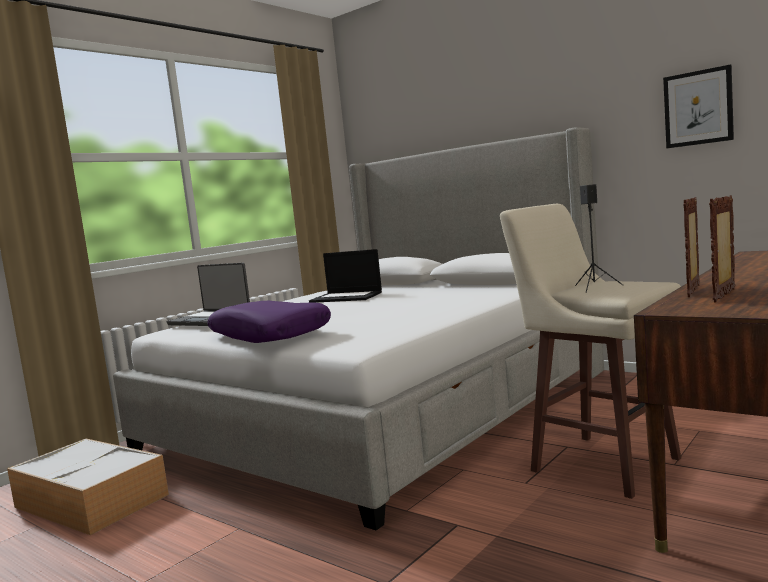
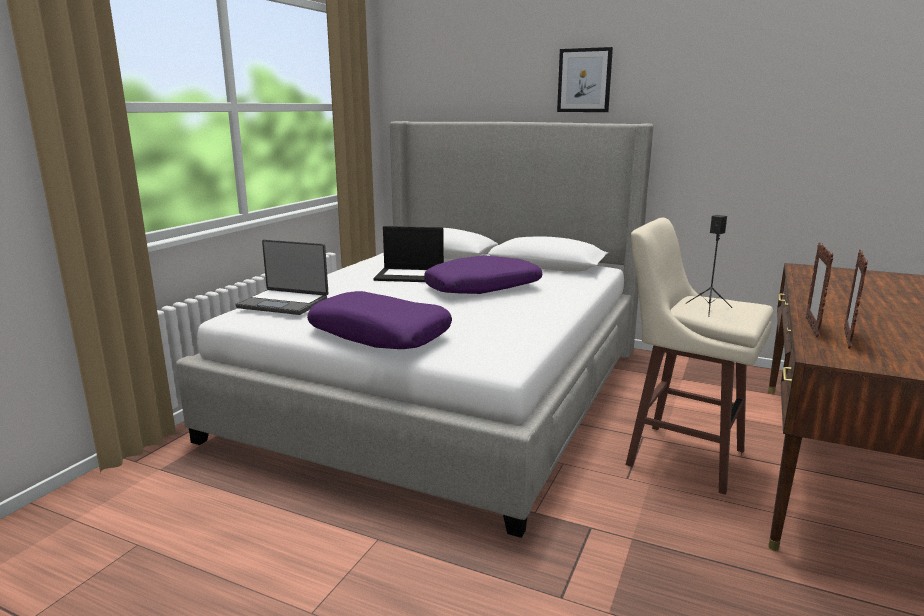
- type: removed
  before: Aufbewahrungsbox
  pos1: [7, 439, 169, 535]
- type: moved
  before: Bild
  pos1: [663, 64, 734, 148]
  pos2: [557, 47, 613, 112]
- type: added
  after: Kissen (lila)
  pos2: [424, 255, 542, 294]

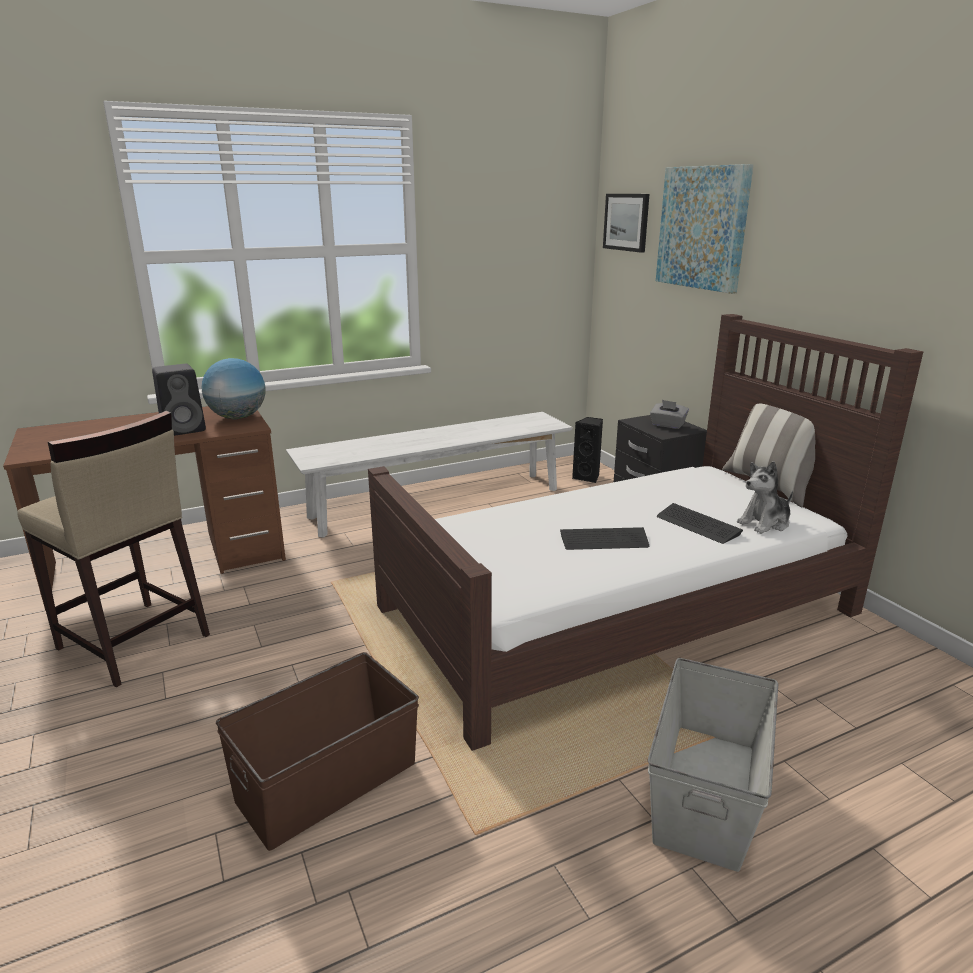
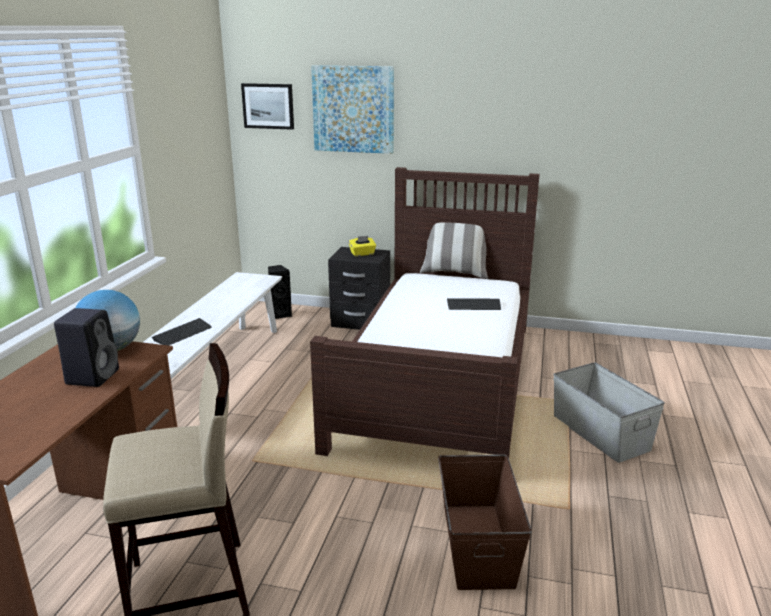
- type: moved
  before: Tastatur
  pos1: [560, 527, 649, 550]
  pos2: [152, 318, 212, 345]
- type: recoloured
  before: Taschentuchbox (grau)
  after: Taschentuchbox (gelb)
  pos1: [650, 400, 689, 429]
  pos2: [349, 236, 376, 256]
- type: removed
  before: Plüschtier
  pos1: [737, 461, 793, 534]

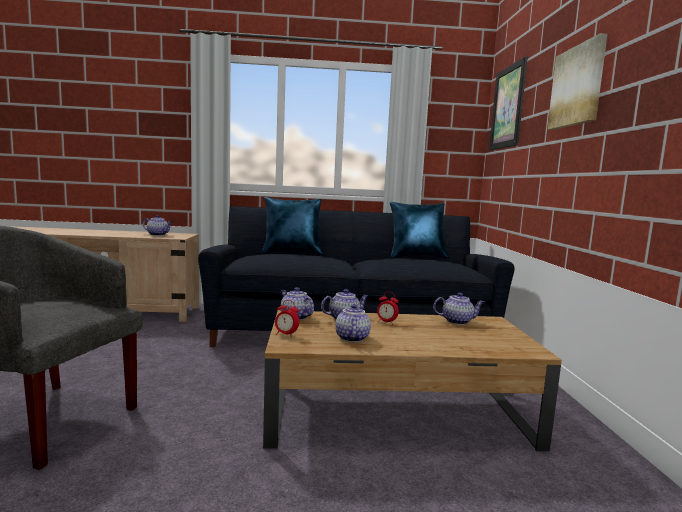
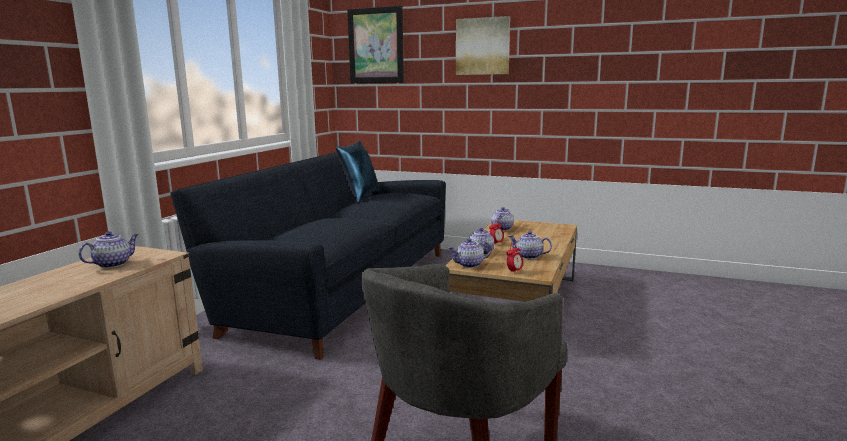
- type: removed
  before: Kissen (blau)
  pos1: [262, 197, 323, 255]

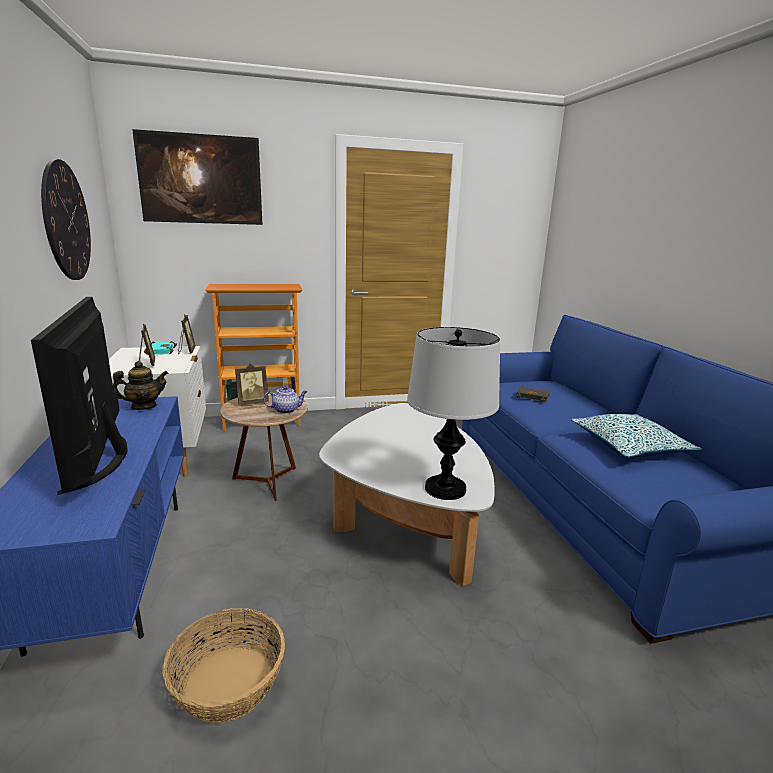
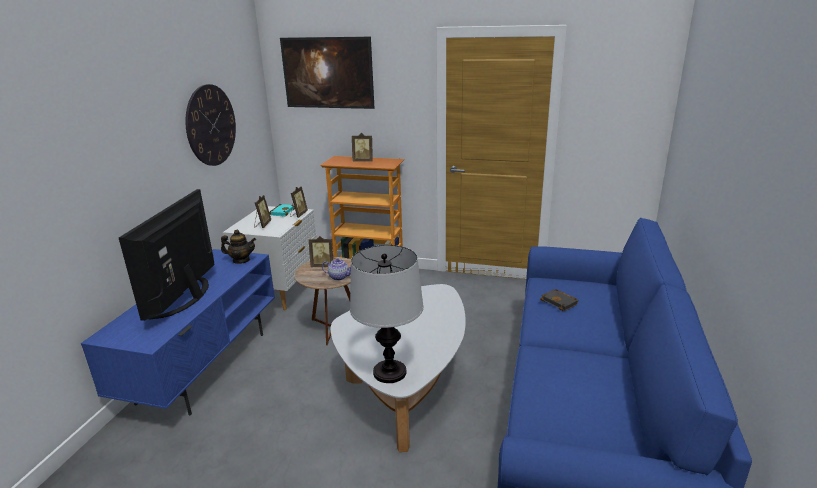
- type: removed
  before: Korb
  pos1: [162, 608, 285, 723]
- type: removed
  before: Kissen
  pos1: [571, 414, 702, 458]
- type: added
  after: Bilderrahmen
  pos2: [352, 133, 373, 162]

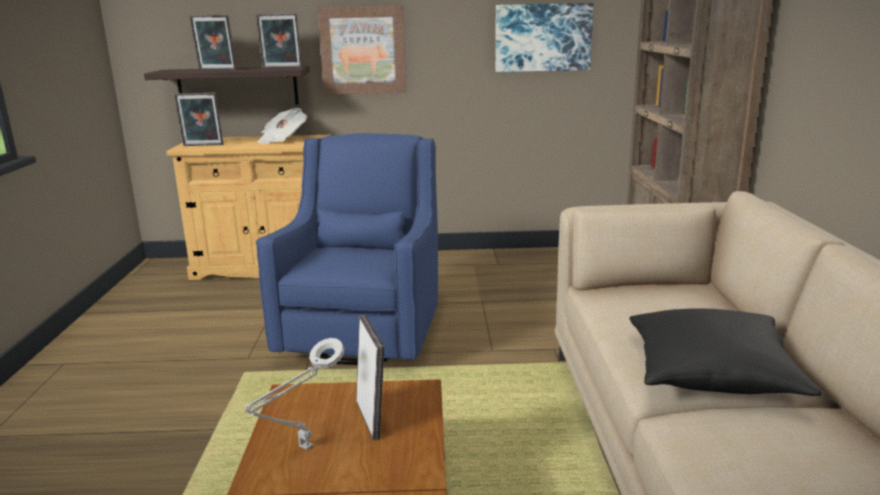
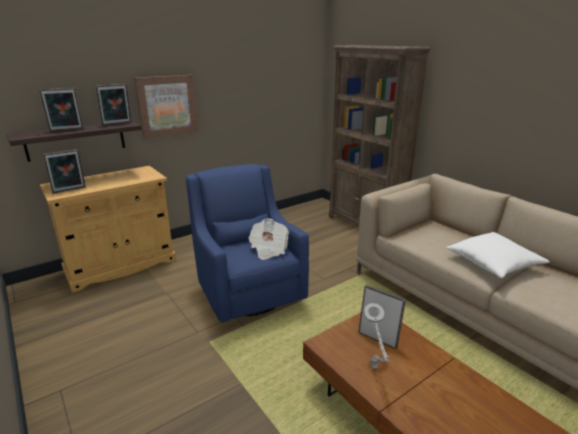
- type: moved
  before: Zeitung
  pos1: [257, 108, 307, 144]
  pos2: [248, 219, 289, 260]
- type: removed
  before: Bild
  pos1: [495, 3, 593, 72]
- type: recoloured
  before: Kissen (schwarz)
  after: Kissen (weiß)
  pos1: [629, 308, 821, 396]
  pos2: [446, 232, 550, 278]

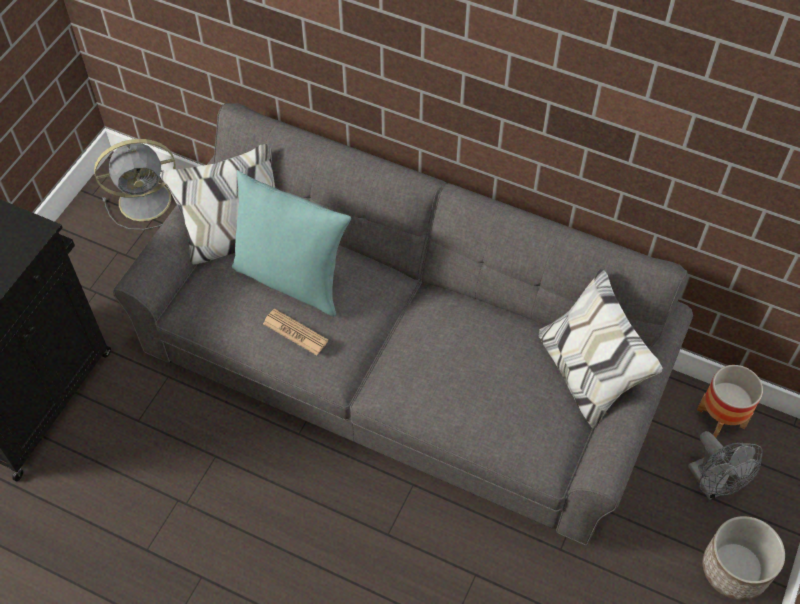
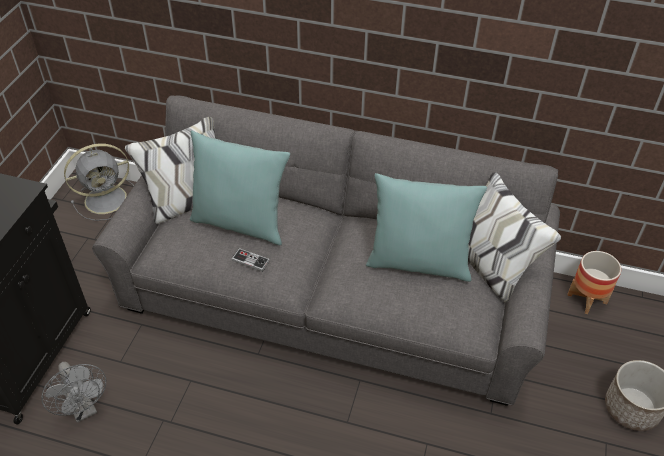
- type: replaced
  before: Zeitung
  after: Gamepad
  pos1: [263, 308, 329, 355]
  pos2: [231, 248, 270, 272]
- type: moved
  before: Ventilator (grau)
  pos1: [688, 431, 763, 500]
  pos2: [41, 362, 106, 423]
- type: added
  after: Kissen (türkis)
  pos2: [366, 173, 487, 282]

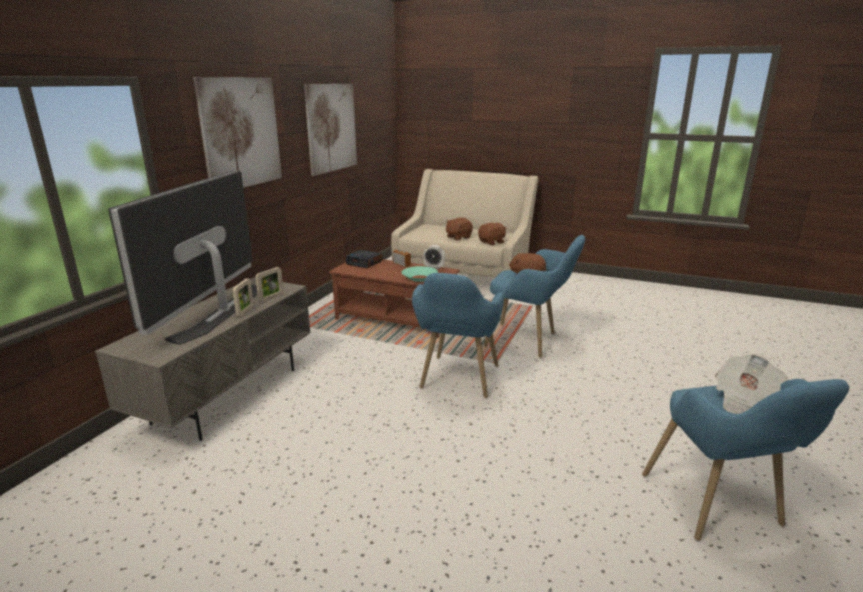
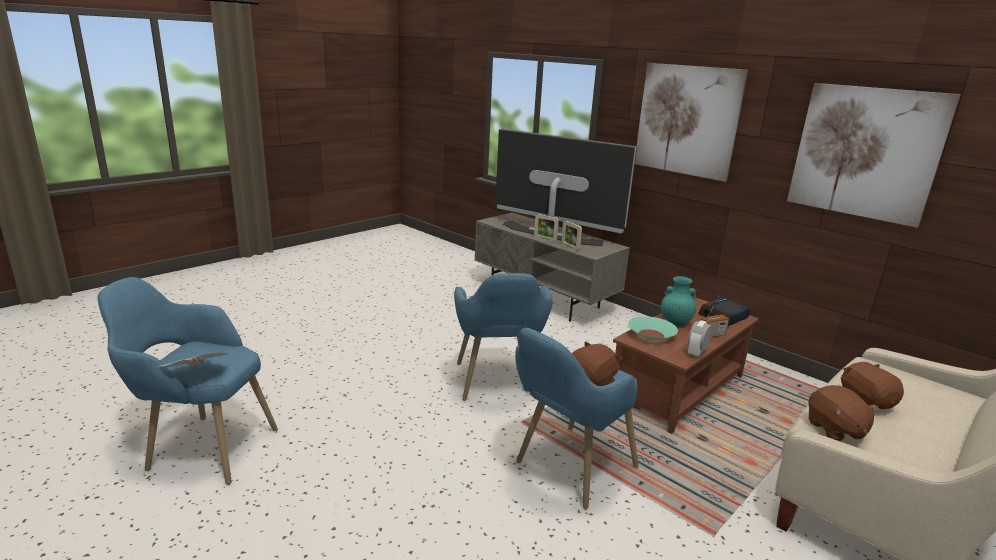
- type: turned
  before: Sessel (blau)
  pos1: [412, 273, 504, 398]
  pos2: [454, 273, 553, 401]
  turn: -135
- type: added
  after: Vase (türkis)
  pos2: [661, 276, 696, 326]

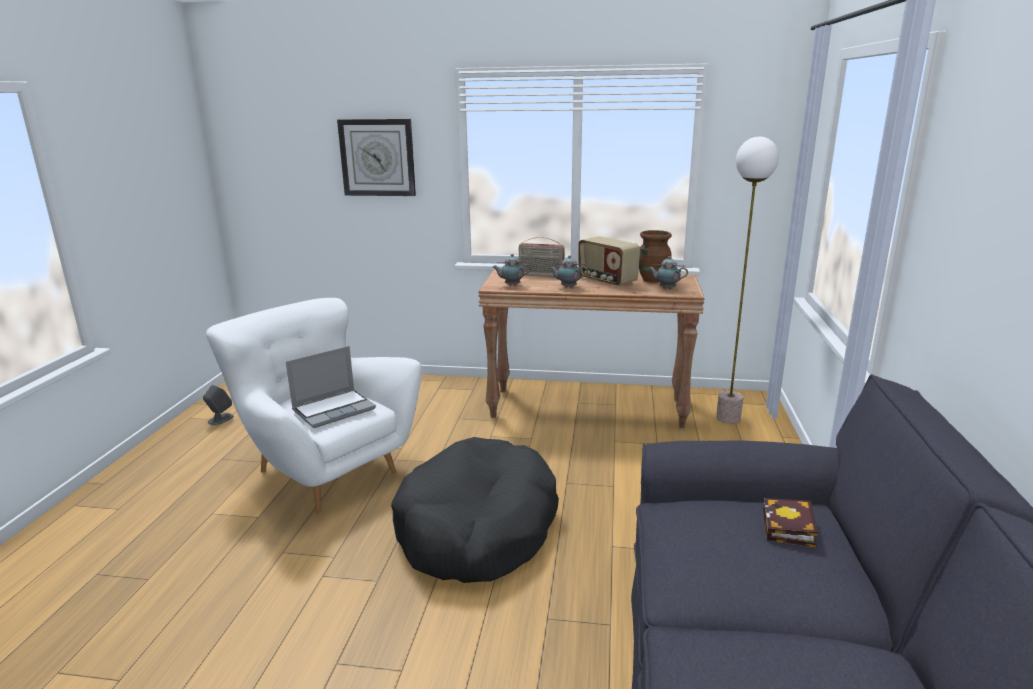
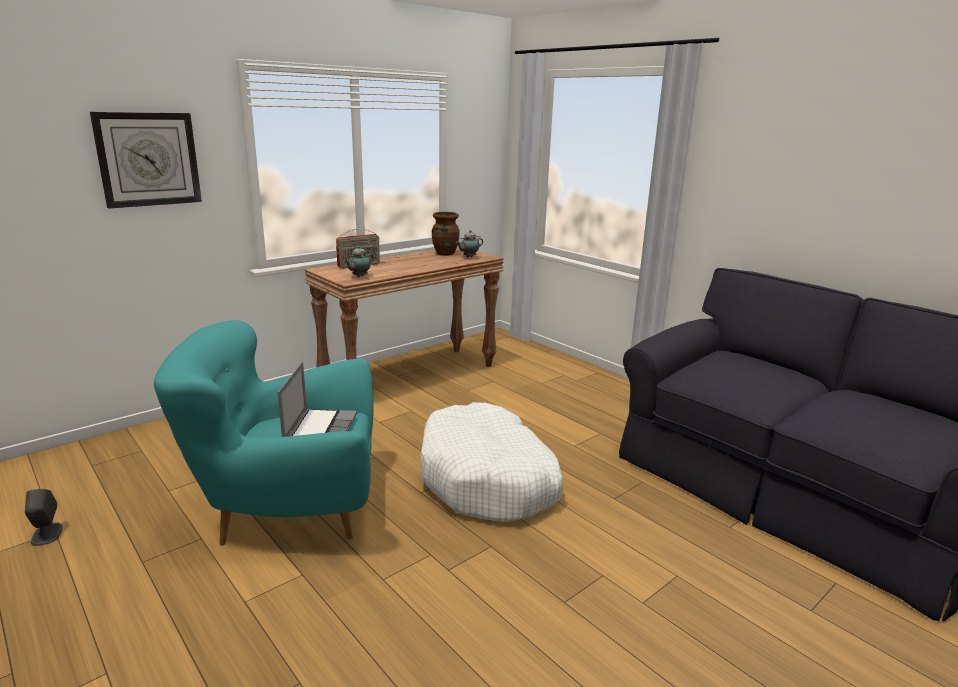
- type: recoloured
  before: Sessel (weiß)
  after: Sessel (türkis)
  pos1: [206, 298, 421, 513]
  pos2: [154, 320, 374, 546]
- type: recoloured
  before: Hundebett (schwarz)
  after: Hundebett (weiß)
  pos1: [391, 437, 559, 583]
  pos2: [420, 402, 563, 522]
- type: removed
  before: Teekanne
  pos1: [549, 255, 588, 288]
- type: removed
  before: Radio
  pos1: [578, 236, 640, 287]
- type: removed
  before: Stehlampe
  pos1: [716, 136, 779, 424]
- type: removed
  before: Buch
  pos1: [763, 498, 818, 548]

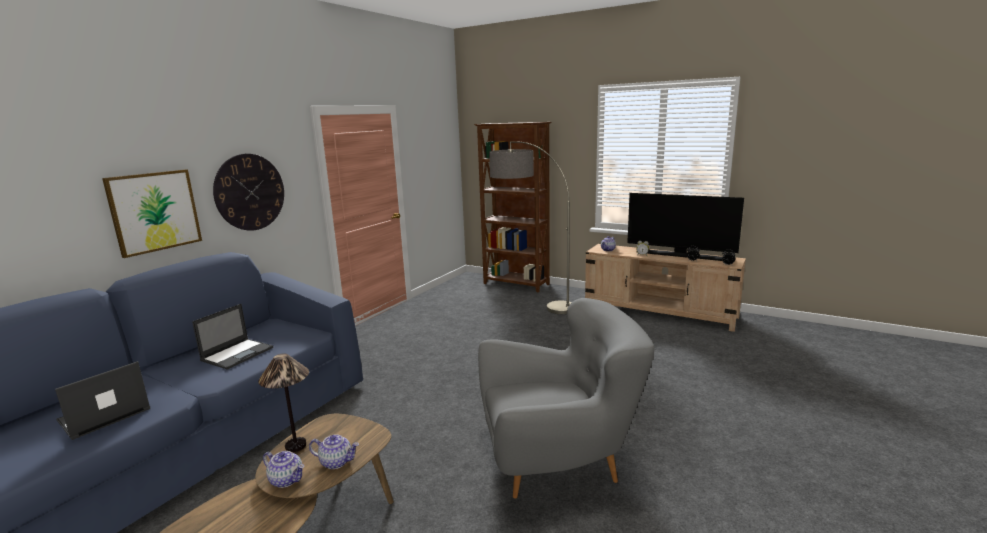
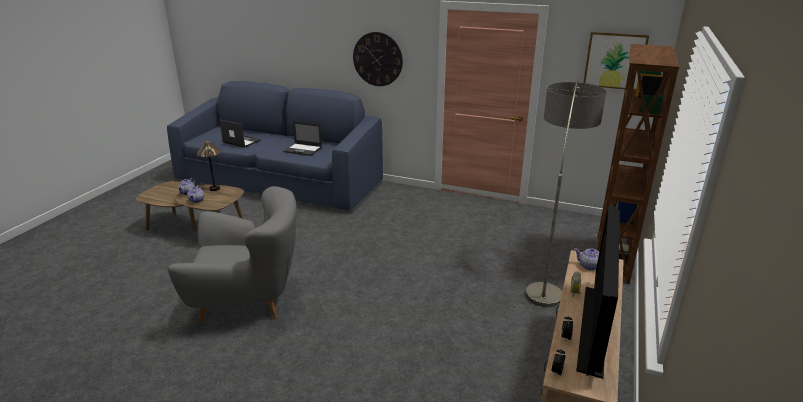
- type: moved
  before: Bild
  pos1: [102, 169, 202, 258]
  pos2: [583, 32, 649, 90]
- type: turned
  before: Sessel (grau)
  pos1: [478, 298, 654, 499]
  pos2: [168, 186, 297, 323]
  turn: -75

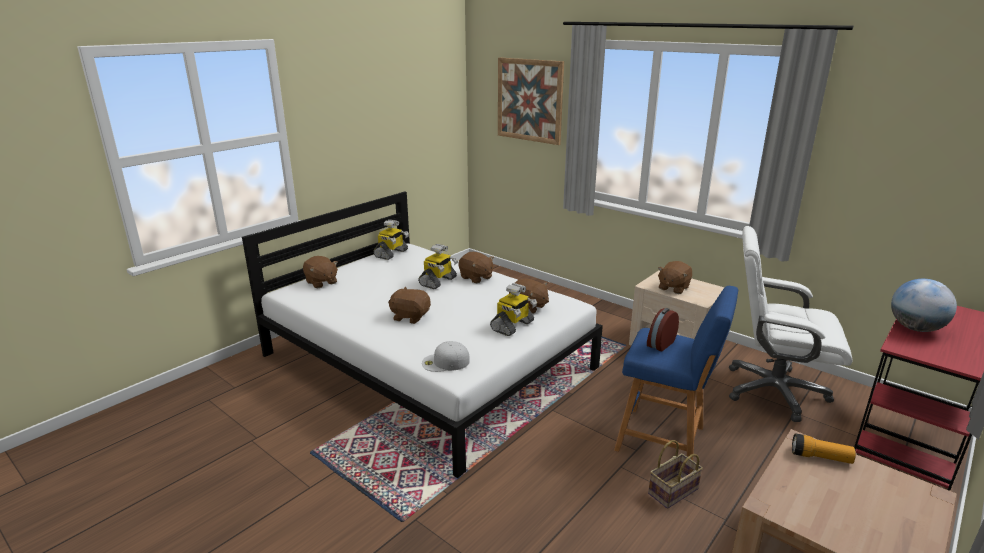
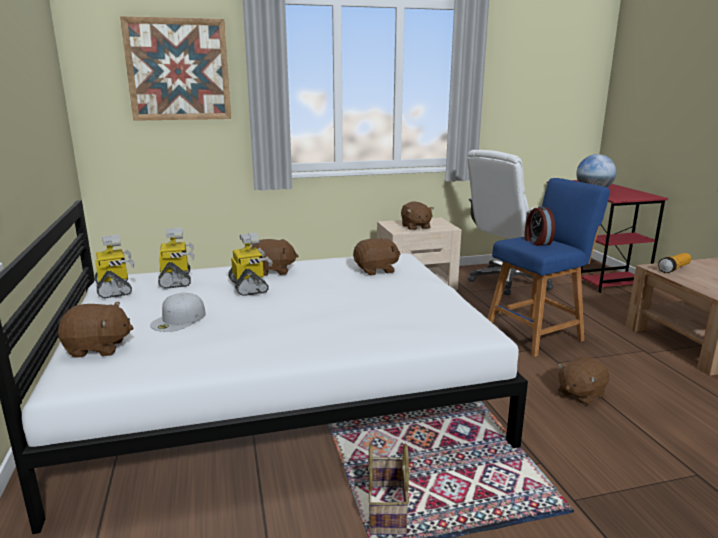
- type: moved
  before: Plüschtier (braun)
  pos1: [388, 287, 431, 324]
  pos2: [558, 357, 609, 405]
- type: moved
  before: Kappe (weiß)
  pos1: [422, 341, 470, 372]
  pos2: [150, 293, 206, 332]
- type: moved
  before: Spielzeugroboter
  pos1: [490, 283, 537, 336]
  pos2: [158, 228, 194, 289]
- type: moved
  before: Korb
  pos1: [648, 440, 703, 509]
  pos2: [368, 443, 409, 535]

